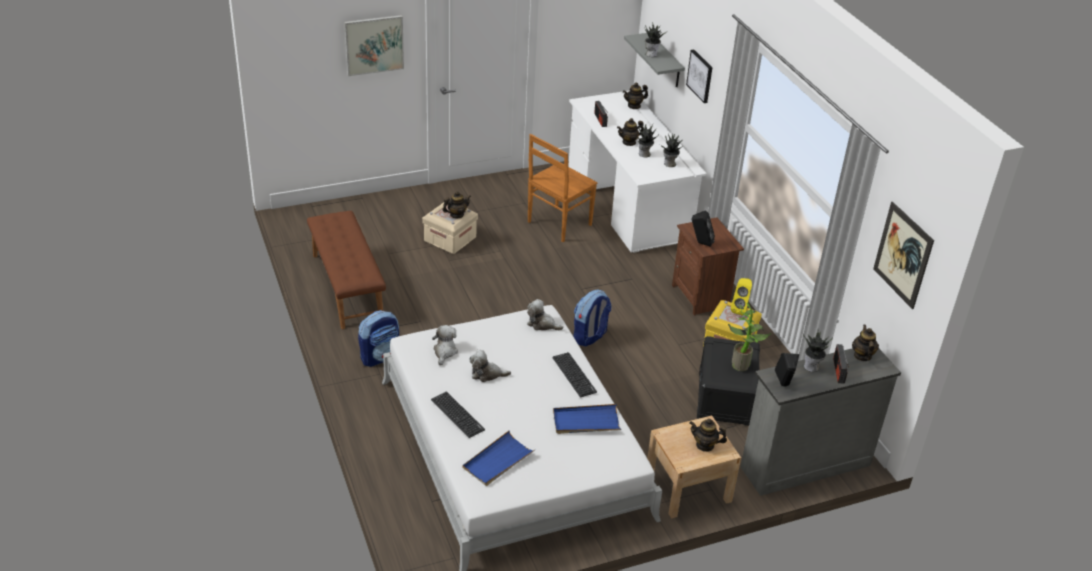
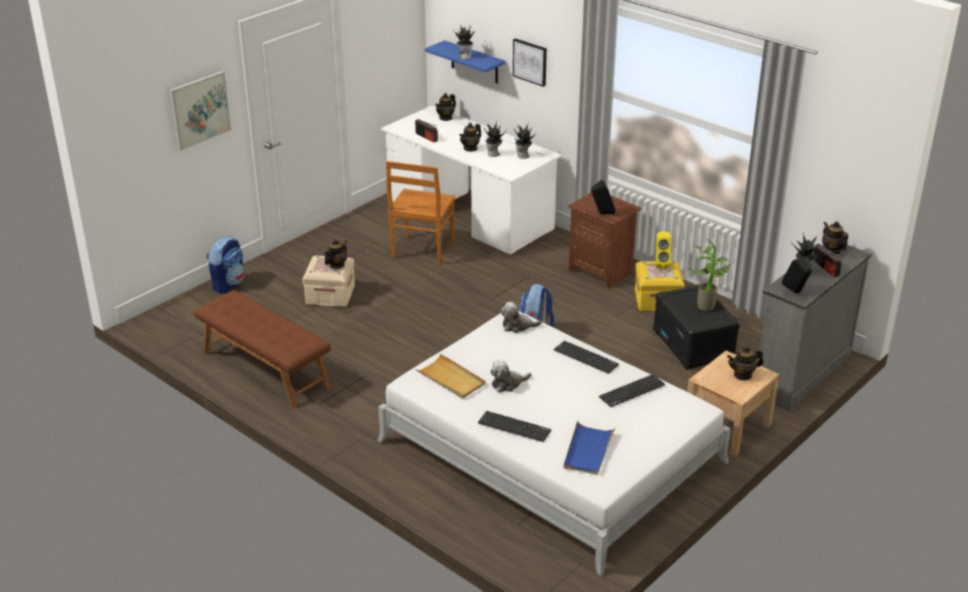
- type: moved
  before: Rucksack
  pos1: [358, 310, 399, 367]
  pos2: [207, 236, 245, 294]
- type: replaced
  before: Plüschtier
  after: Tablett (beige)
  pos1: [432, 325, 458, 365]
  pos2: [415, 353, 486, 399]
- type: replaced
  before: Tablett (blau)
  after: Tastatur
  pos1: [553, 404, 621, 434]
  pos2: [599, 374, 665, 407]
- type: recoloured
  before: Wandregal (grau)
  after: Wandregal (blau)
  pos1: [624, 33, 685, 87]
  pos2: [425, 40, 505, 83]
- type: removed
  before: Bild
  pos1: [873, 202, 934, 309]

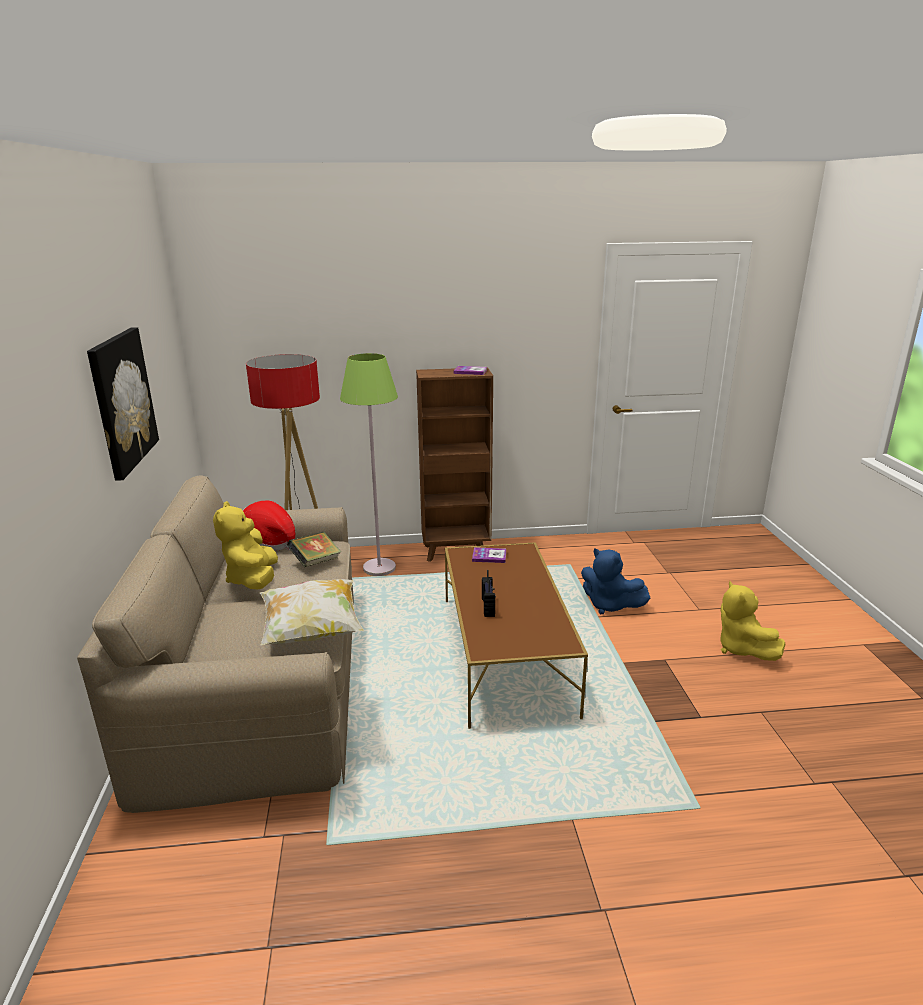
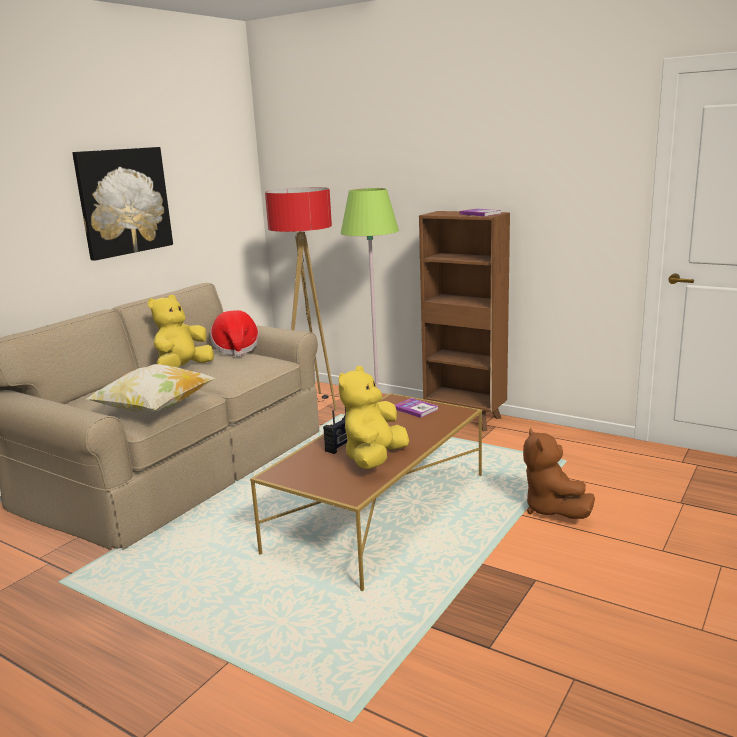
- type: removed
  before: Buch
  pos1: [287, 532, 341, 567]
- type: recoloured
  before: Plüschtier (blau)
  after: Plüschtier (braun)
  pos1: [581, 548, 650, 614]
  pos2: [523, 428, 595, 519]
- type: moved
  before: Plüschtier (gelb)
  pos1: [720, 581, 786, 661]
  pos2: [339, 366, 409, 469]

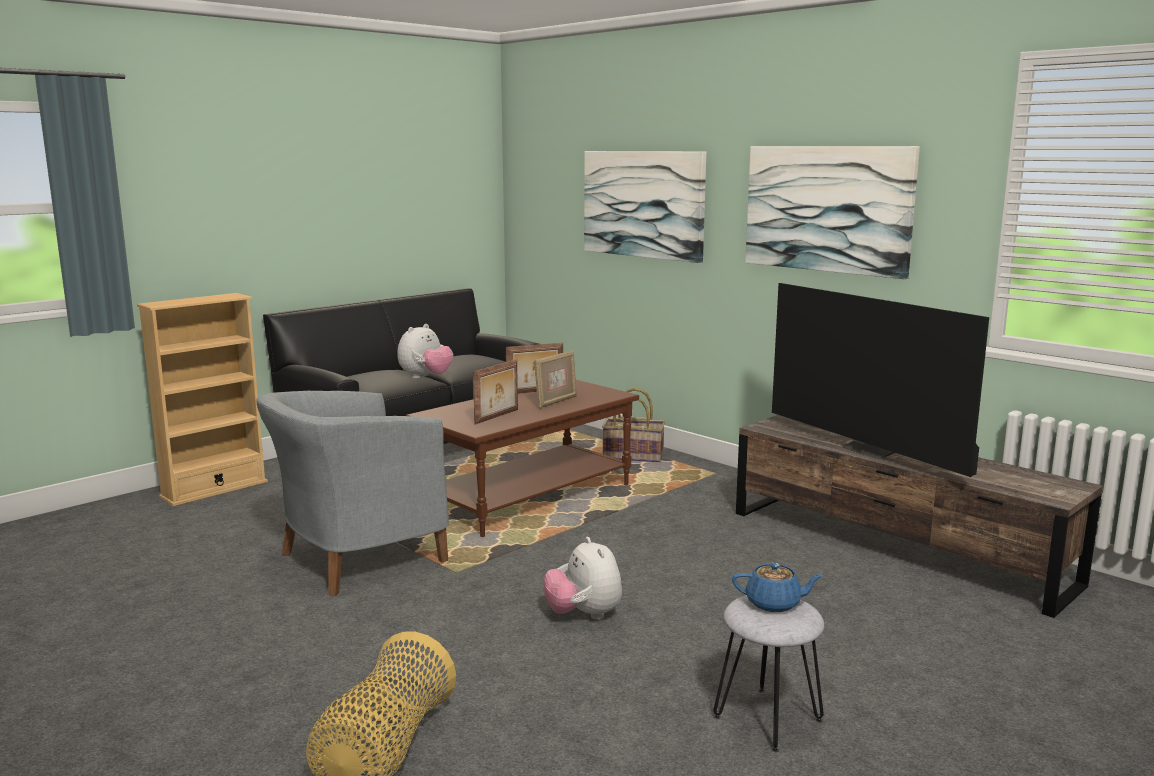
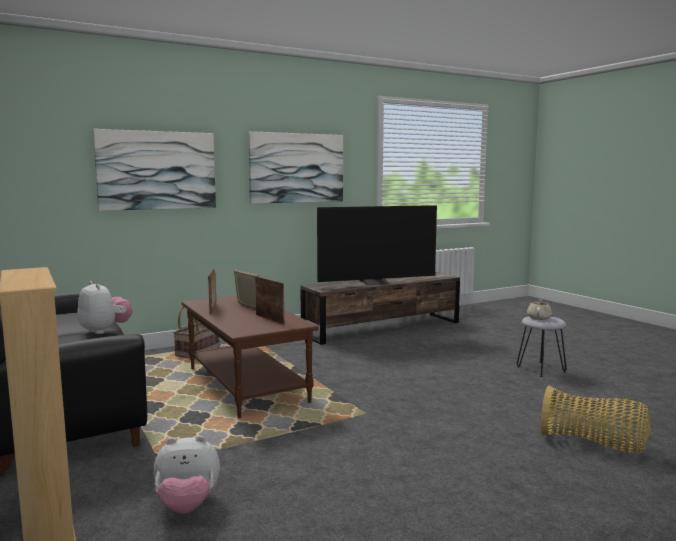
- type: removed
  before: Sessel (grau)
  pos1: [257, 391, 449, 596]
- type: moved
  before: Plüschtier
  pos1: [543, 537, 622, 620]
  pos2: [154, 436, 220, 514]
- type: recoloured
  before: Teekanne (blau)
  after: Teekanne (beige)
  pos1: [732, 562, 824, 612]
  pos2: [527, 300, 552, 320]

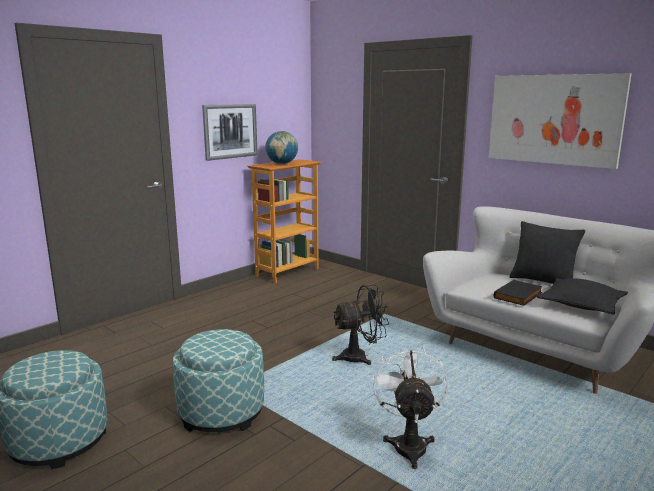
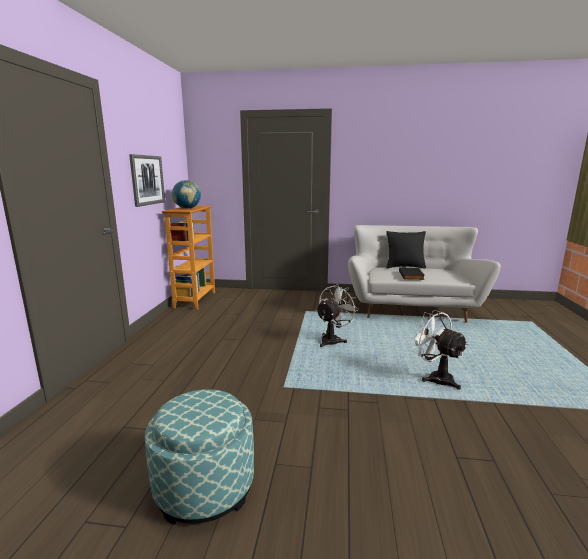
- type: removed
  before: Polsterhocker
  pos1: [173, 329, 264, 432]
- type: recoloured
  before: Ventilator (schwarz)
  after: Ventilator (weiß)
  pos1: [332, 285, 389, 365]
  pos2: [316, 284, 359, 347]
- type: removed
  before: Bild
  pos1: [489, 73, 632, 169]
- type: removed
  before: Kissen (schwarz)
  pos1: [537, 278, 628, 315]

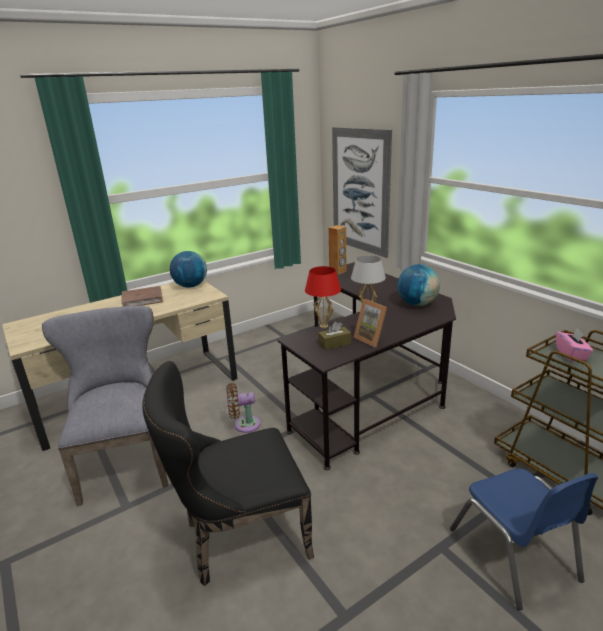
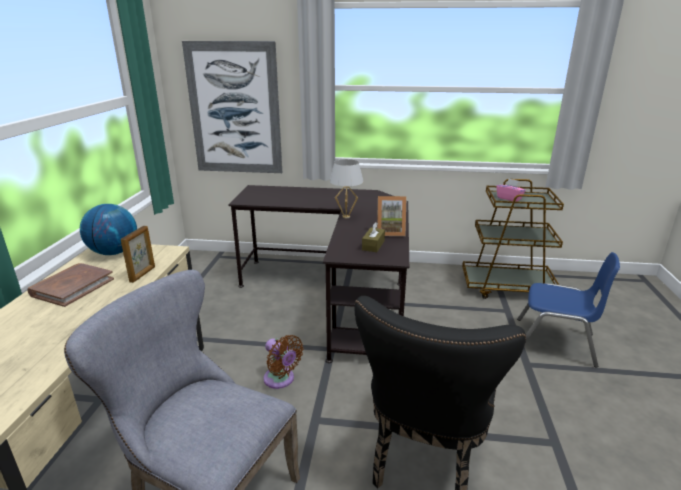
- type: turned
  before: Ventilator (braun)
  pos1: [226, 383, 261, 433]
  pos2: [263, 335, 303, 389]
  turn: -75
- type: removed
  before: Tischlampe (rot)
  pos1: [305, 266, 341, 328]
- type: removed
  before: Lautsprecher (braun)
  pos1: [329, 225, 346, 275]
- type: removed
  before: Globus
  pos1: [397, 264, 440, 306]
- type: added
  after: Bilderrahmen
  pos2: [121, 226, 155, 283]

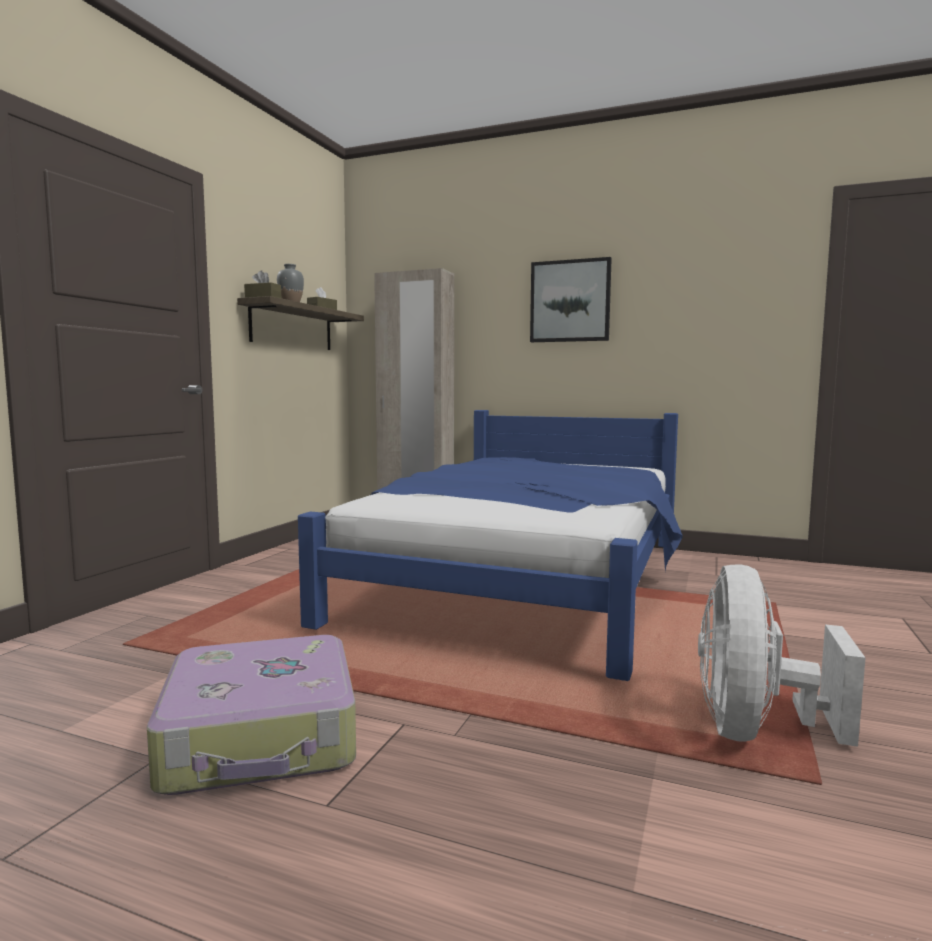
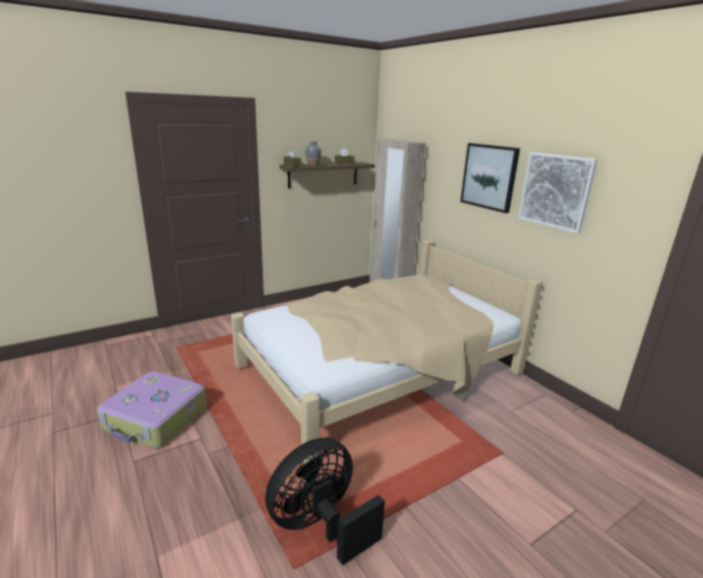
- type: recoloured
  before: Bett (blau)
  after: Bett (beige)
  pos1: [298, 410, 683, 681]
  pos2: [231, 240, 543, 463]
- type: recoloured
  before: Ventilator (weiß)
  after: Ventilator (schwarz)
  pos1: [698, 564, 866, 747]
  pos2: [265, 438, 385, 565]
- type: added
  after: Bild
  pos2: [518, 152, 598, 234]

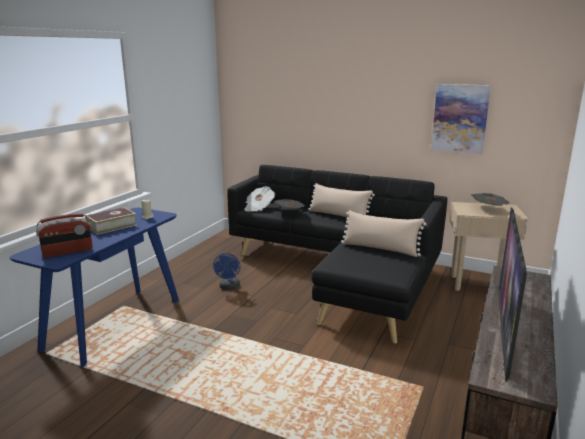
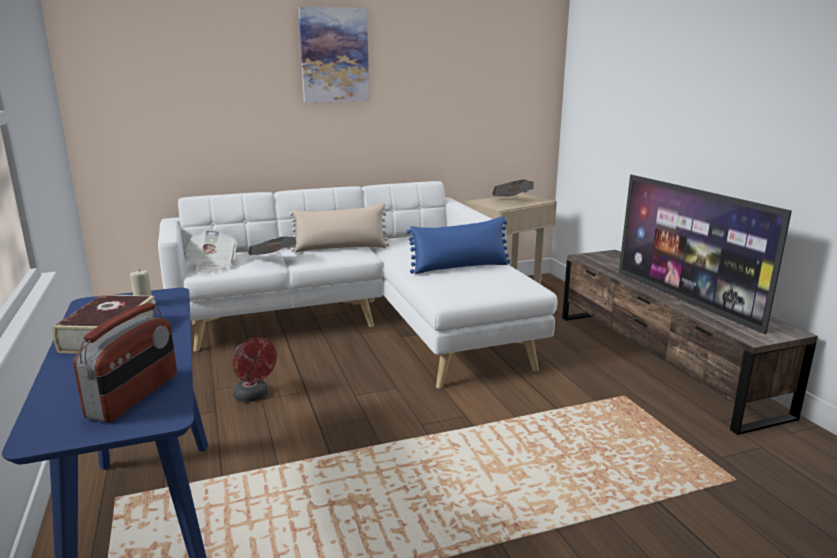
- type: recoloured
  before: Ventilator (blau)
  after: Ventilator (rot)
  pos1: [213, 253, 241, 290]
  pos2: [233, 337, 277, 402]
- type: recoloured
  before: Sofa (schwarz)
  after: Sofa (weiß)
  pos1: [227, 165, 447, 344]
  pos2: [158, 181, 557, 389]
- type: recoloured
  before: Kissen (beige)
  after: Kissen (blau)
  pos1: [341, 210, 426, 257]
  pos2: [406, 216, 511, 274]
- type: moved
  before: Bild
  pos1: [431, 84, 491, 154]
  pos2: [298, 6, 369, 103]

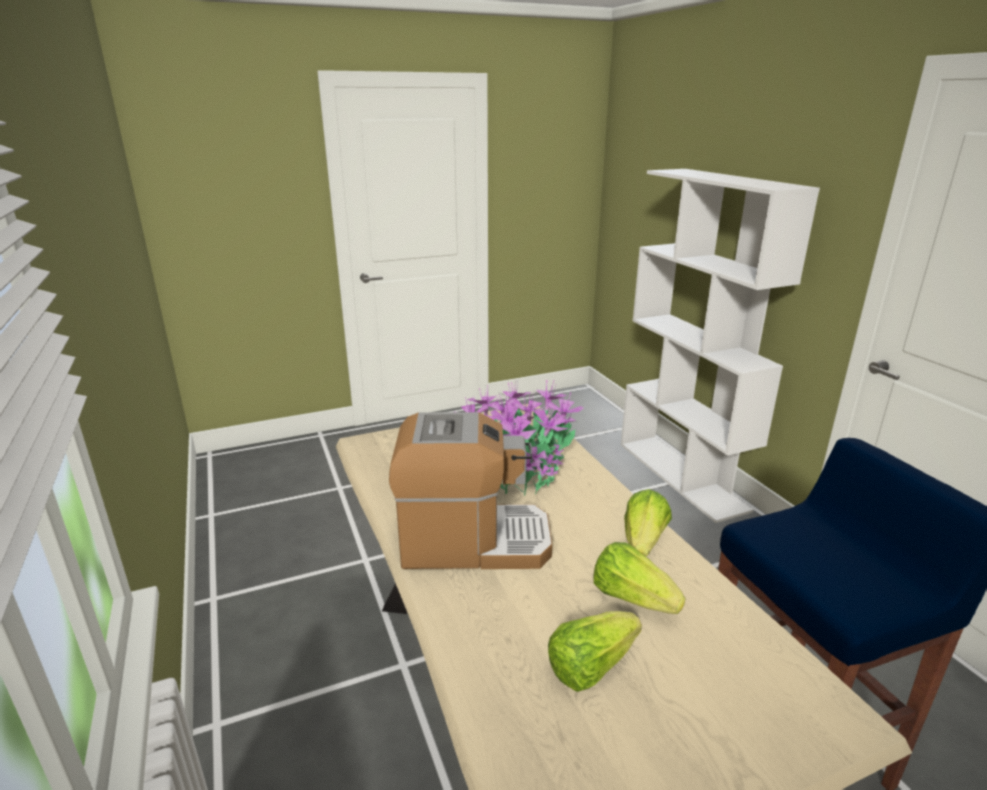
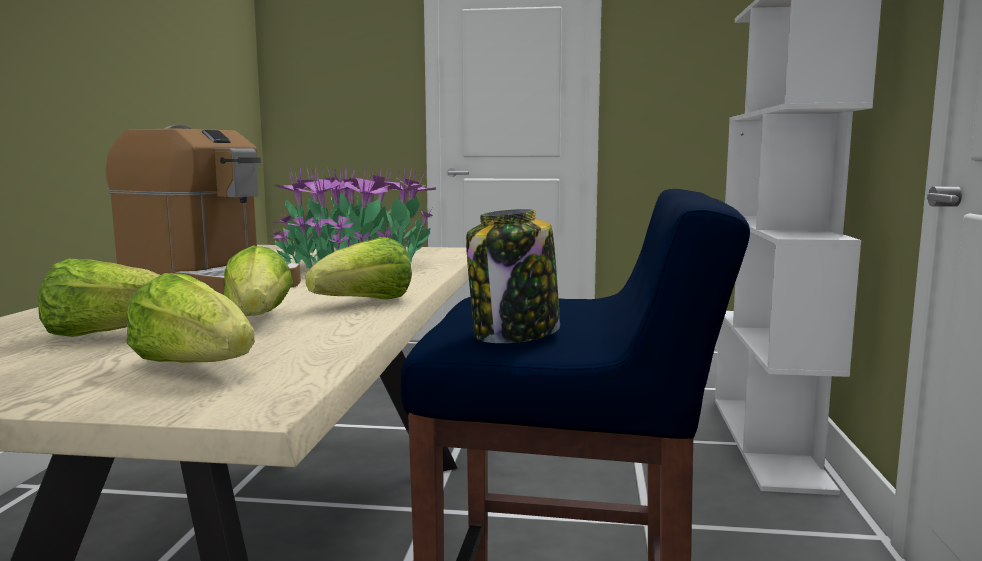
- type: added
  after: Salatkopf
  pos2: [126, 273, 255, 363]
- type: added
  after: Vorratsglas
  pos2: [466, 209, 560, 343]

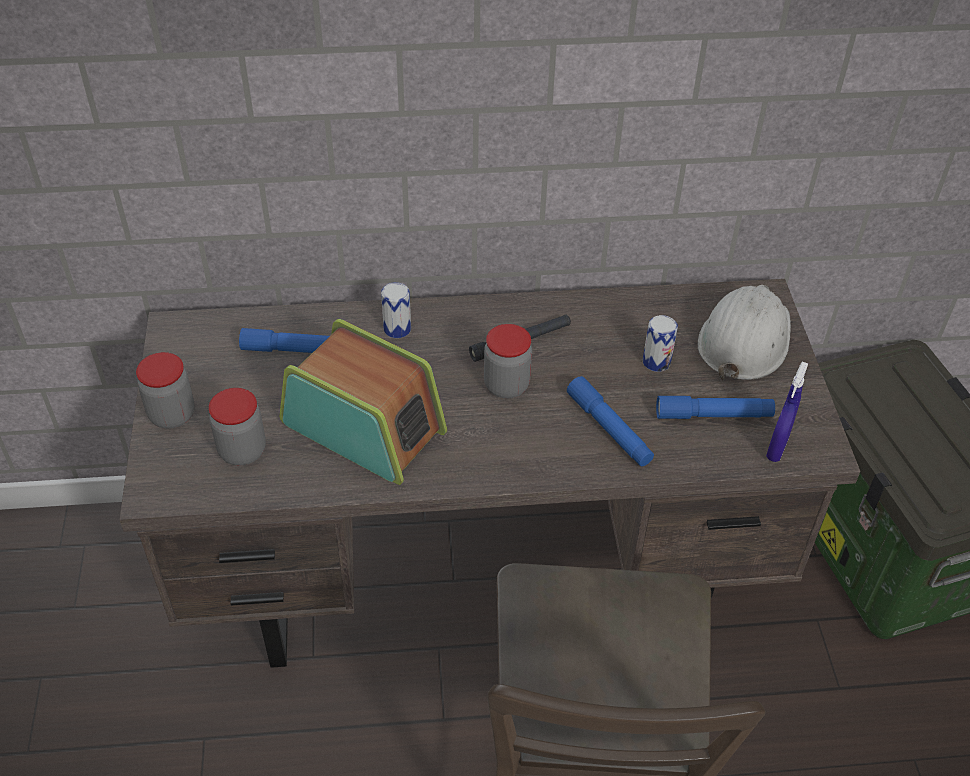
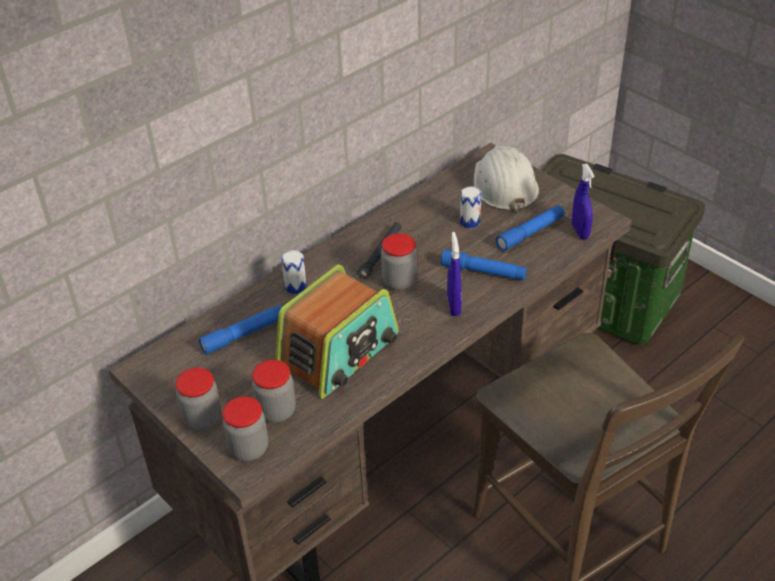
- type: turned
  before: Radio
  pos1: [280, 319, 447, 485]
  pos2: [275, 264, 399, 399]
  turn: 135
- type: added
  after: Vorratsglas
  pos2: [222, 396, 268, 461]
- type: added
  after: Sprühflasche (blau)
  pos2: [447, 232, 462, 316]

